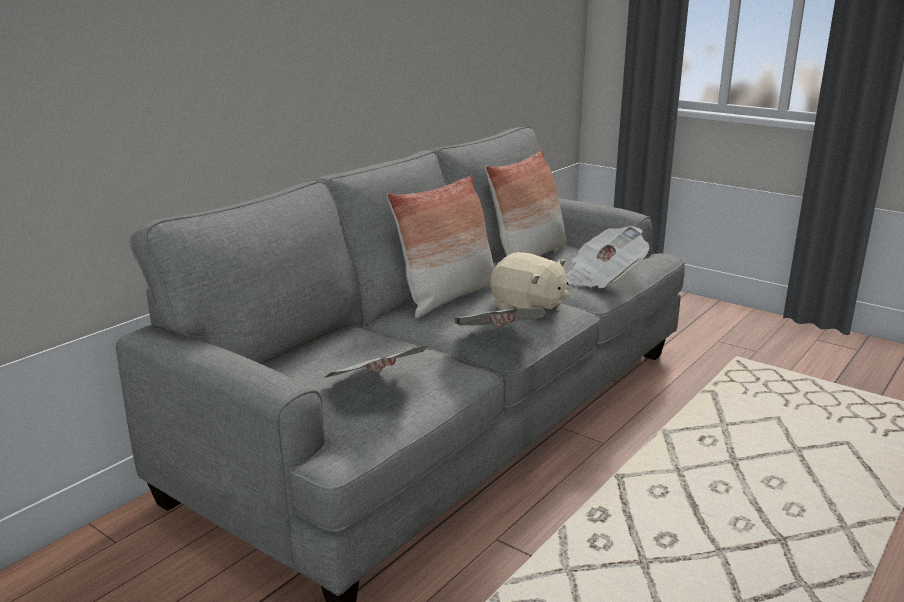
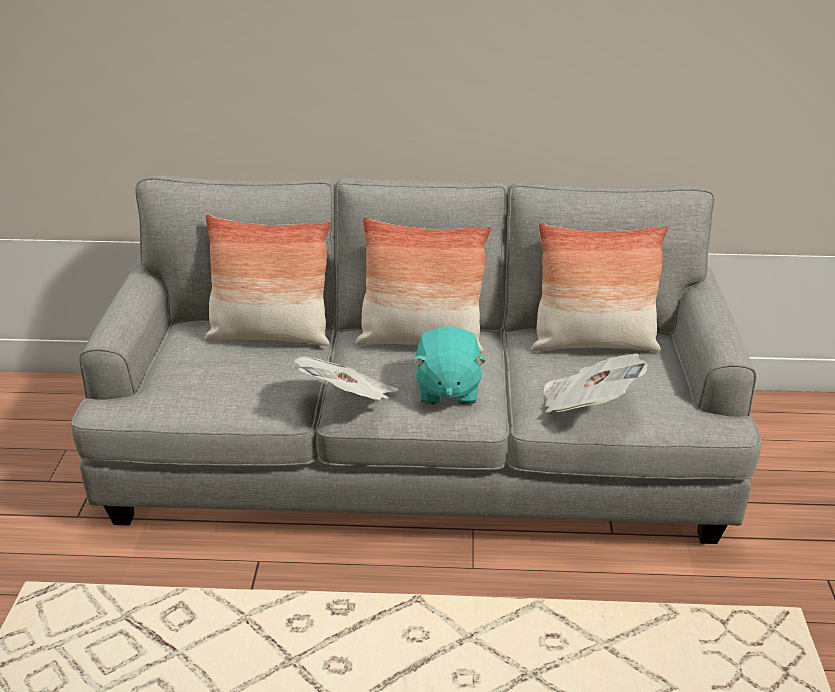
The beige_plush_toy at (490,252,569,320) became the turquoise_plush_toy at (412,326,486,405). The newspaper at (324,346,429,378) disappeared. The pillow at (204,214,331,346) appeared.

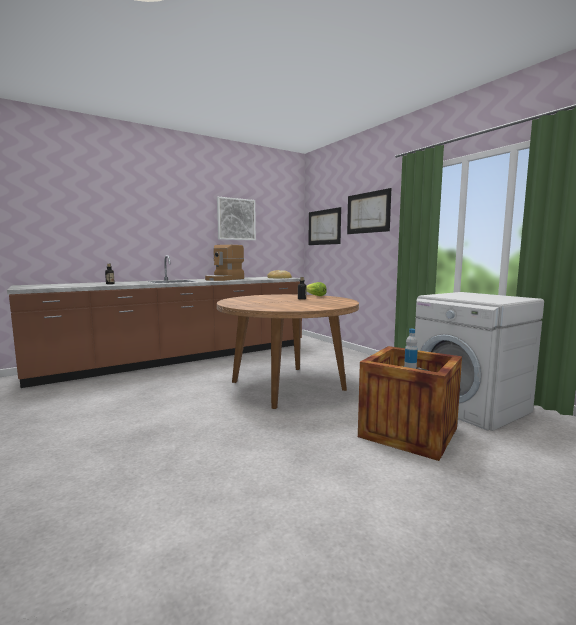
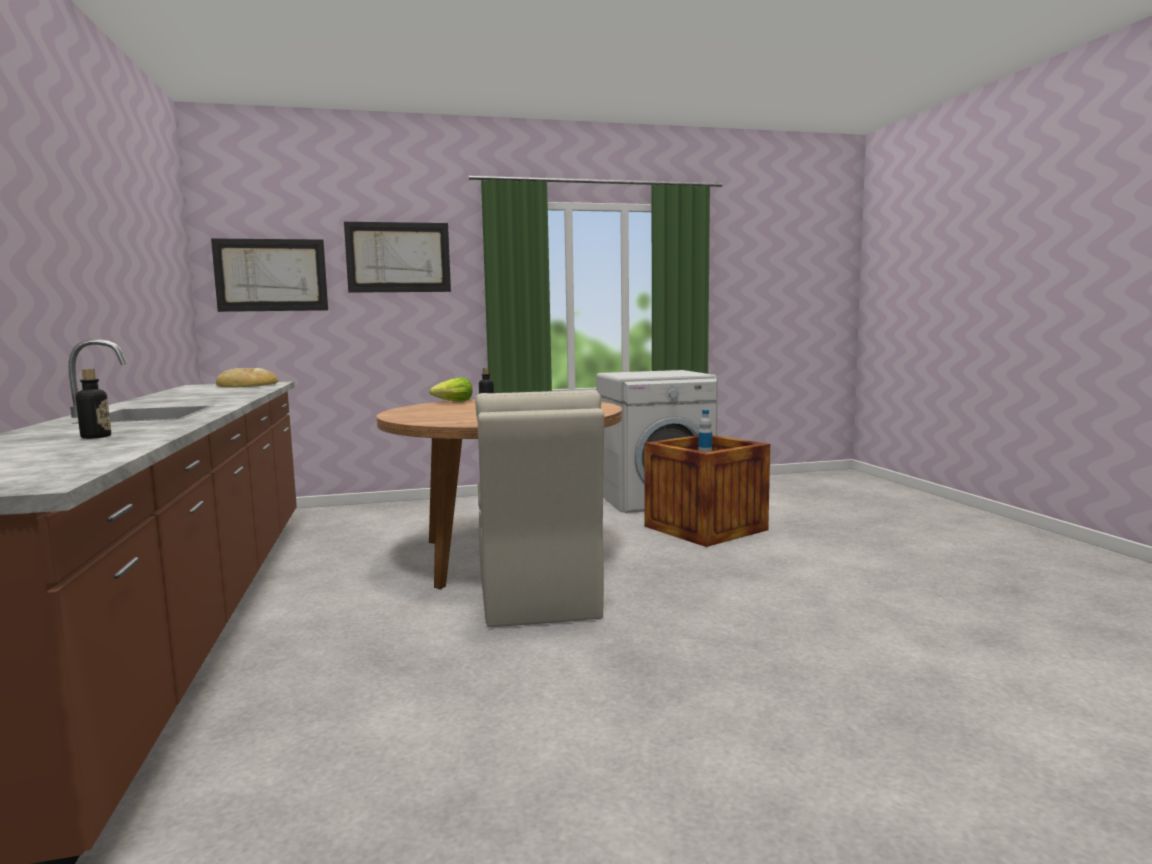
The picture at (217,197,256,240) disappeared. The coffee_machine at (205,245,244,281) disappeared. The beige_chair at (475,390,604,627) appeared.

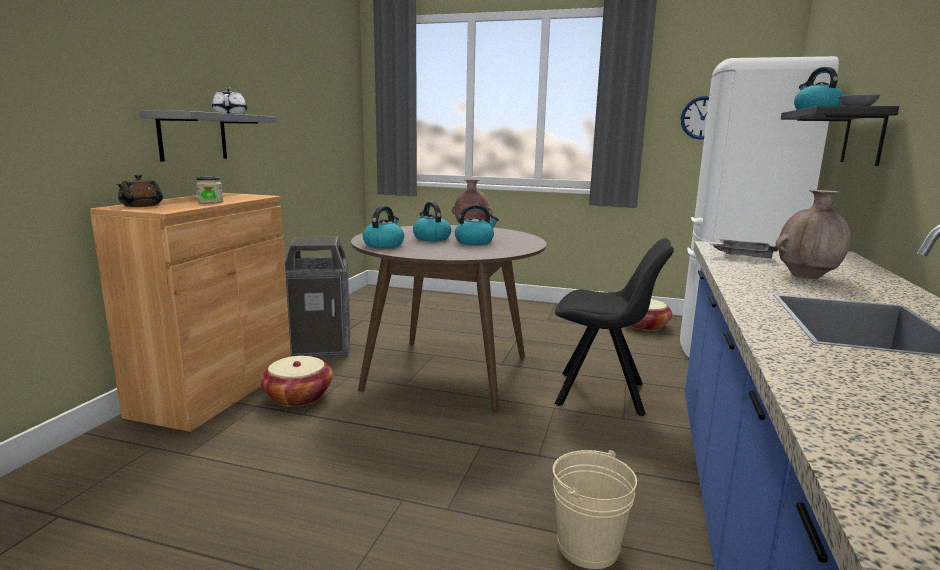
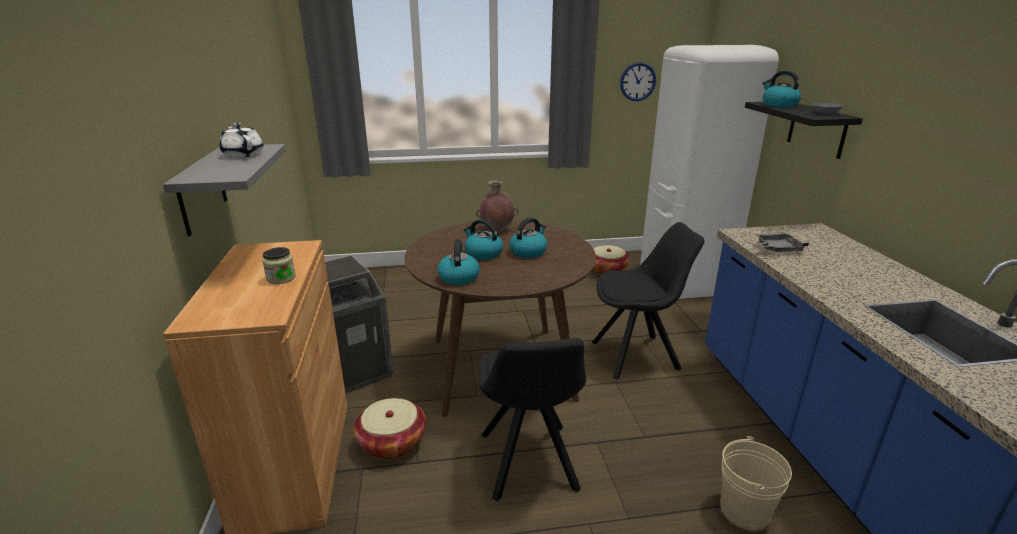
The brown_teapot at (116,175,163,207) disappeared. The brown_vase at (775,190,851,279) disappeared. The black_chair at (479,338,587,501) appeared.

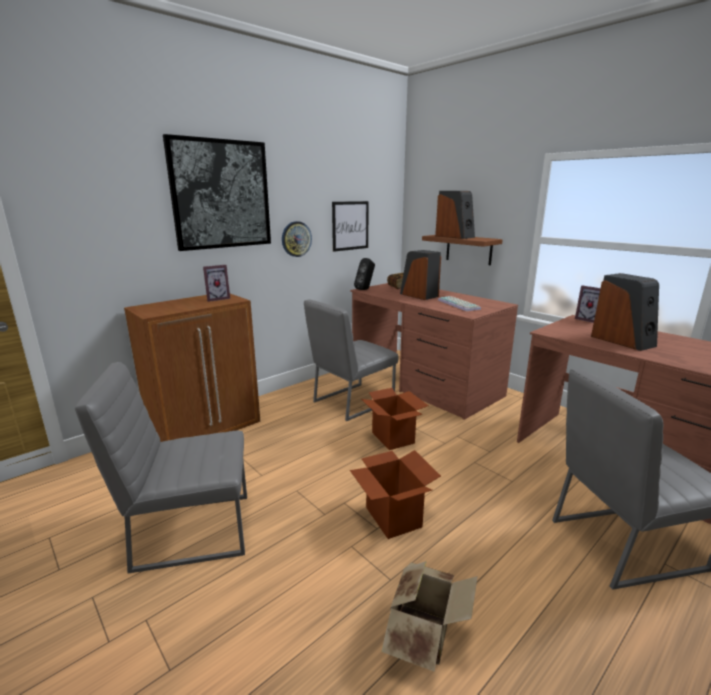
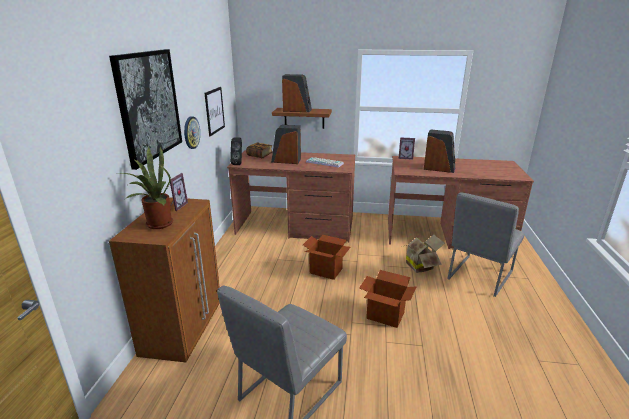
The grey_chair at (304,300,399,421) disappeared. The cardboard_box moved from (381,561,478,672) to (401,234,445,273). The potted_plant at (122,147,174,229) appeared.

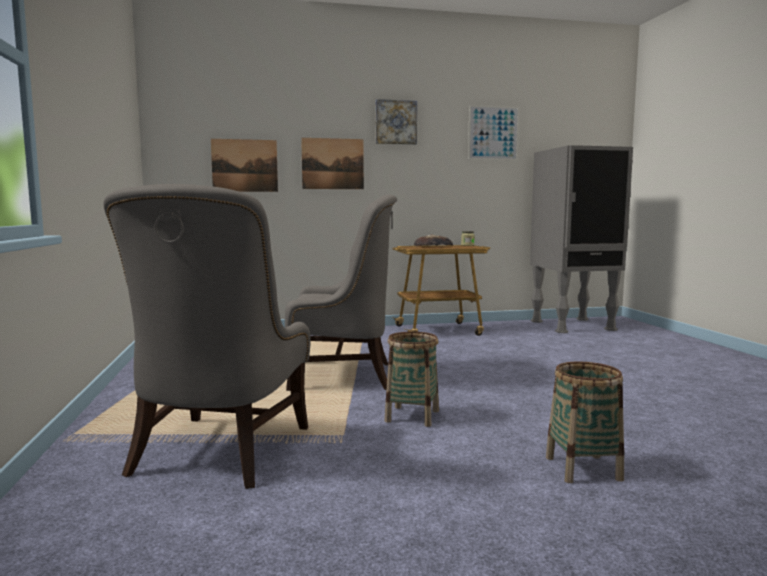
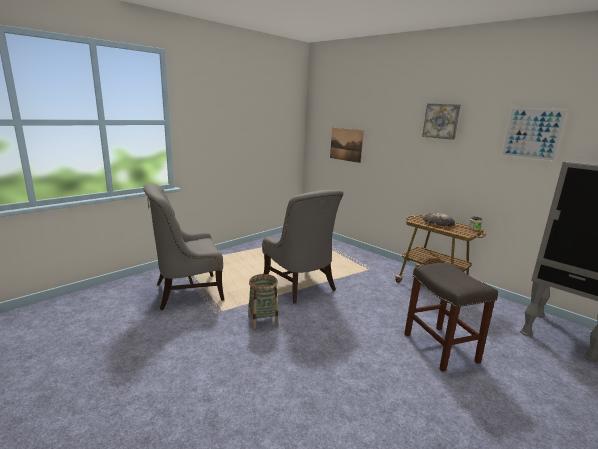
The picture at (301,138,364,189) disappeared. The basket at (546,362,624,483) disappeared. The grey_stool at (404,263,498,372) appeared.

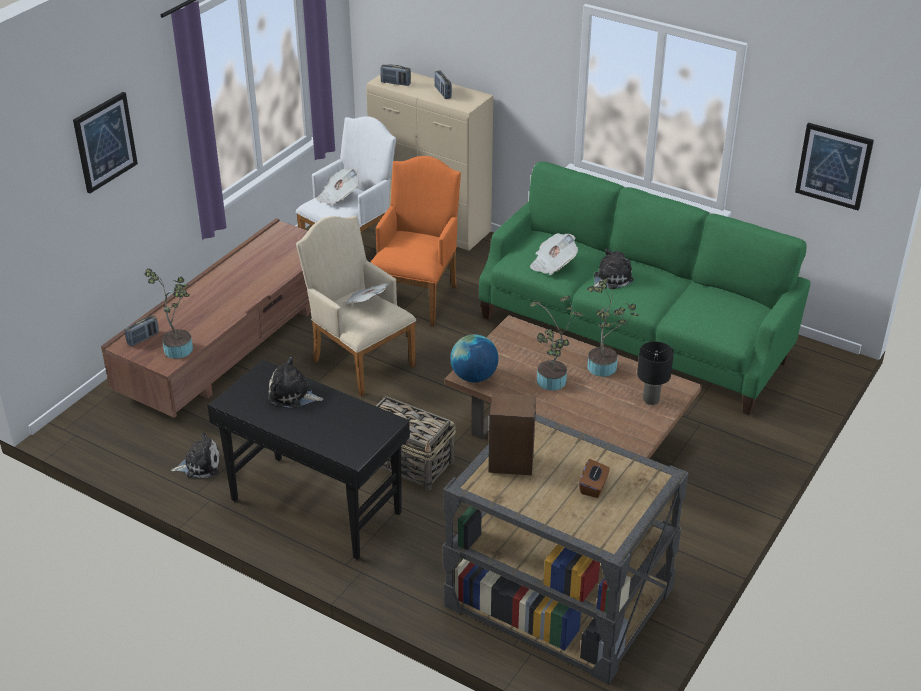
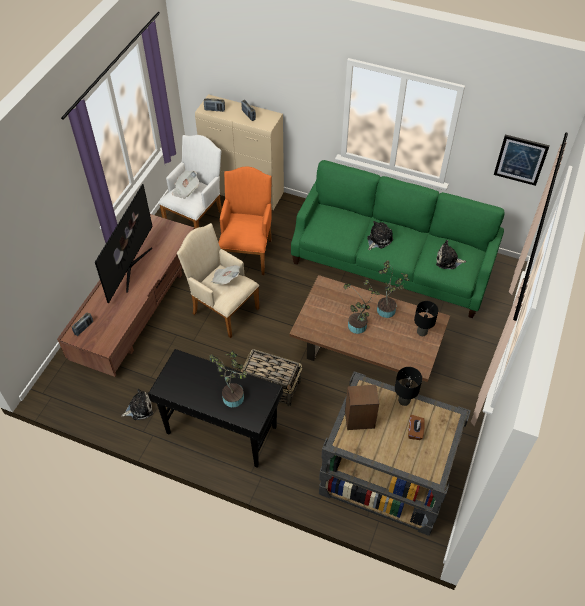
The picture at (73,92,138,193) disappeared. The newspaper at (530,233,578,275) disappeared. The potted_plant moved from (144,268,193,359) to (209,351,248,408). The globe at (450,334,499,383) disappeared. The plush_toy moved from (268,357,323,408) to (436,240,466,269). The television at (95,184,153,304) appeared. The black_table_lamp at (395,367,422,406) appeared.

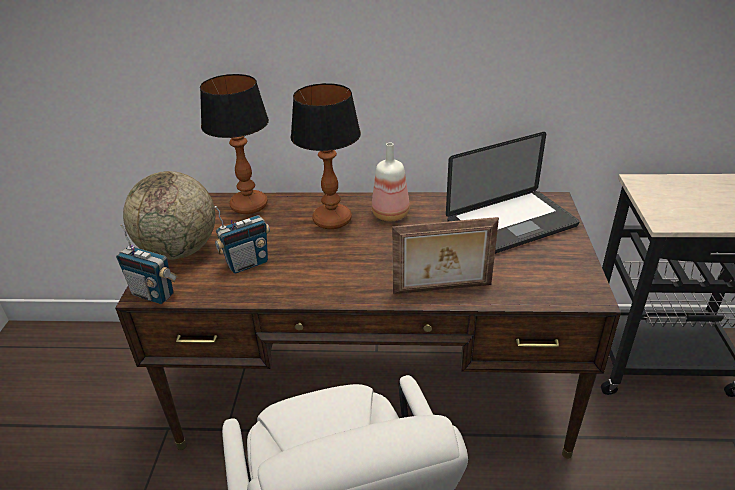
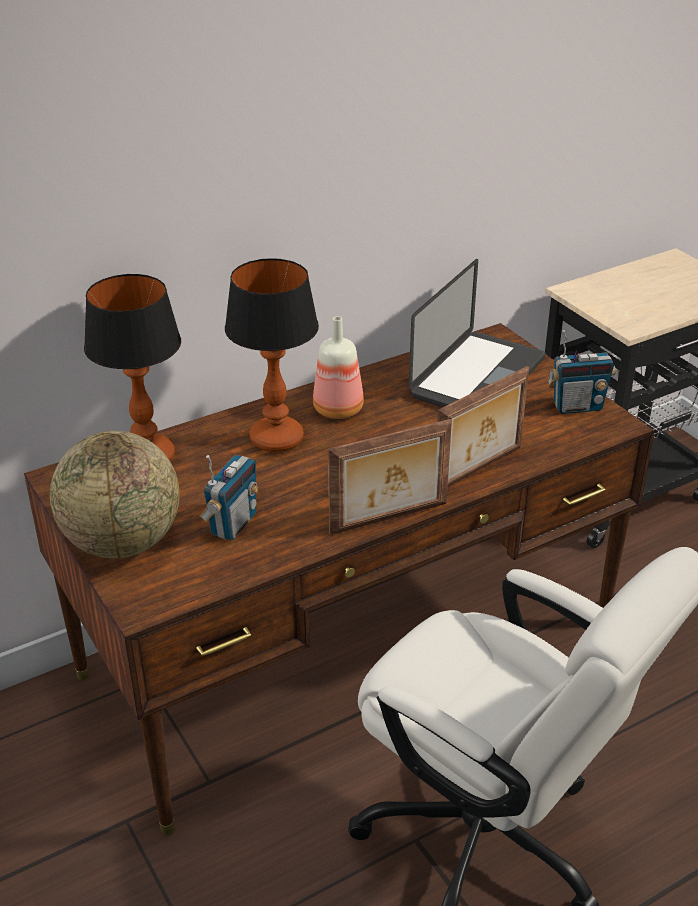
The radio moved from (116,224,178,304) to (548,330,616,414). The picture_frame at (328,419,452,535) appeared.

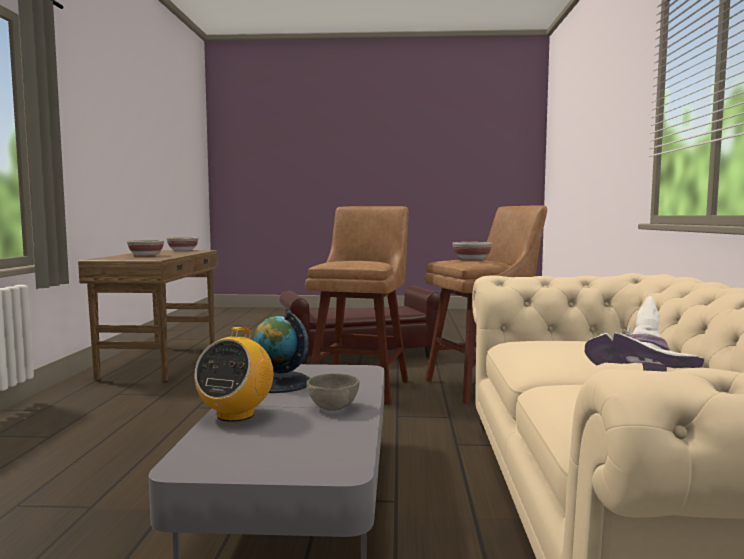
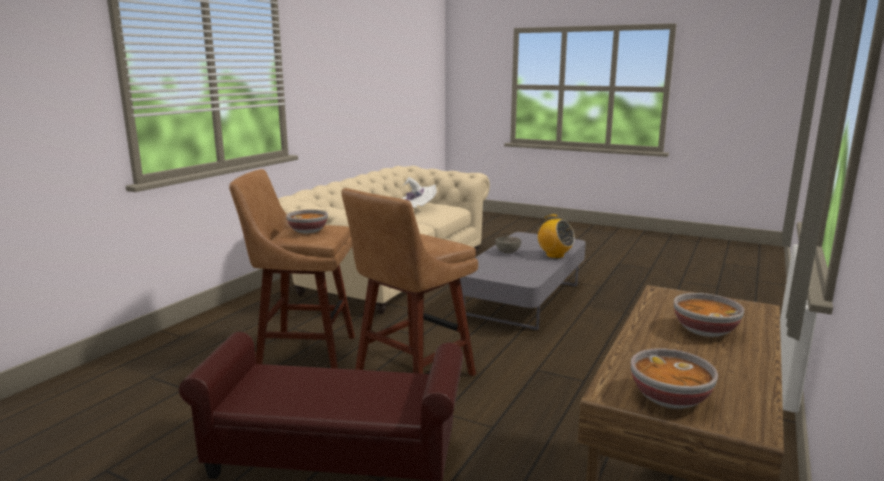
The globe at (253,311,310,393) disappeared. The radio at (195,327,273,422) turned 90 degrees clockwise.

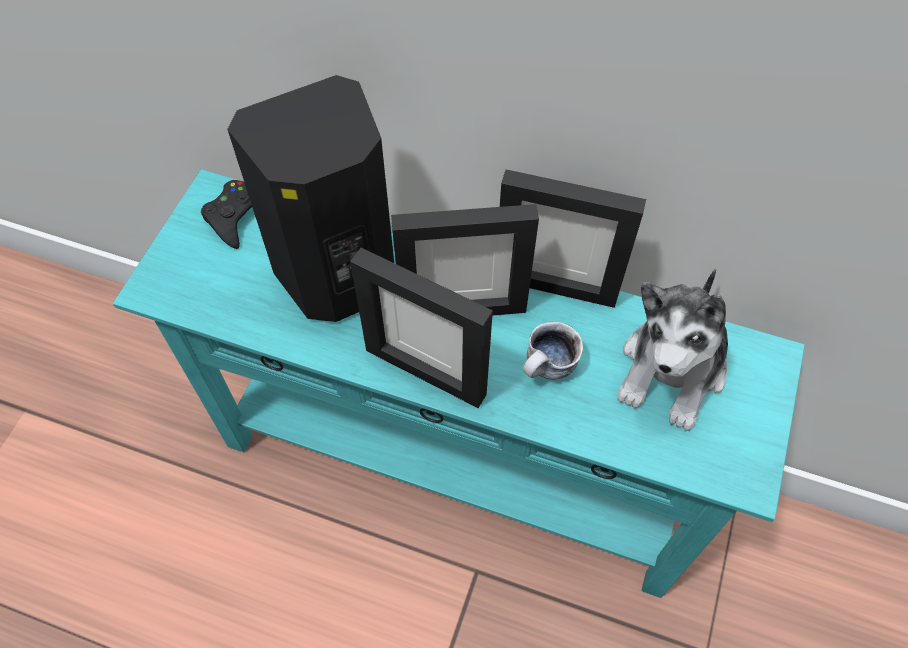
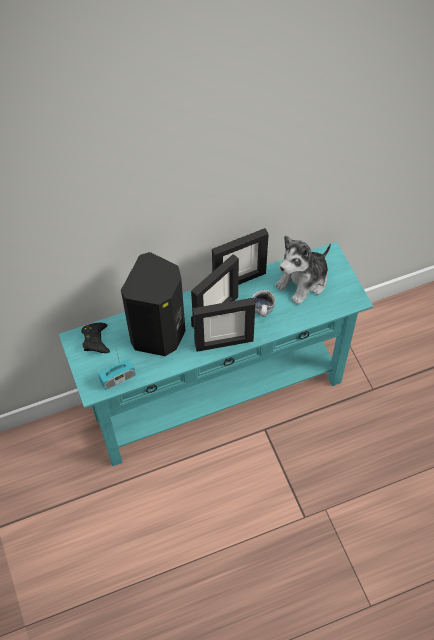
The plush_toy at (617,269,728,431) turned 60 degrees clockwise. The radio at (98,349,136,390) appeared.

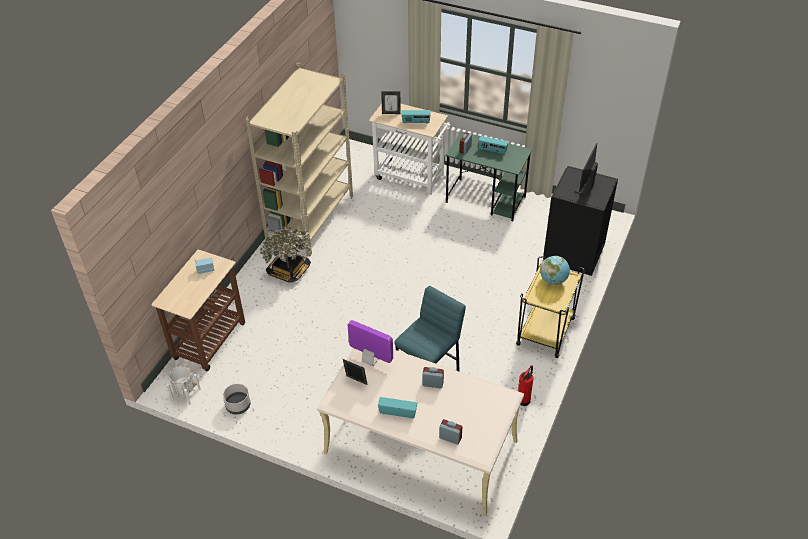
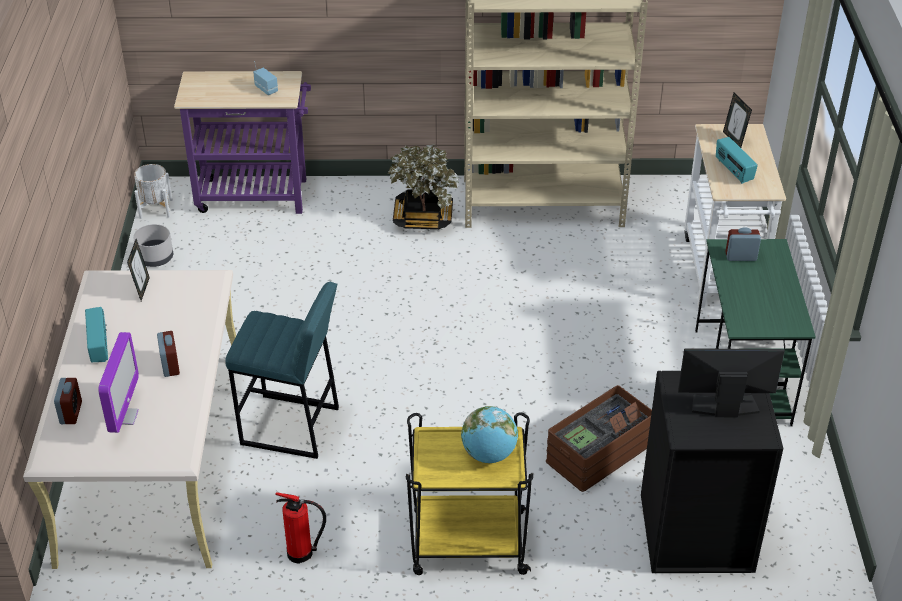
The radio at (479,136,508,154) disappeared. The brown_cart at (151,250,245,371) became the purple_cart at (174,71,311,214). The monitor moved from (348,320,393,366) to (98,332,139,433). The brown_storage_box at (546,385,652,492) appeared.

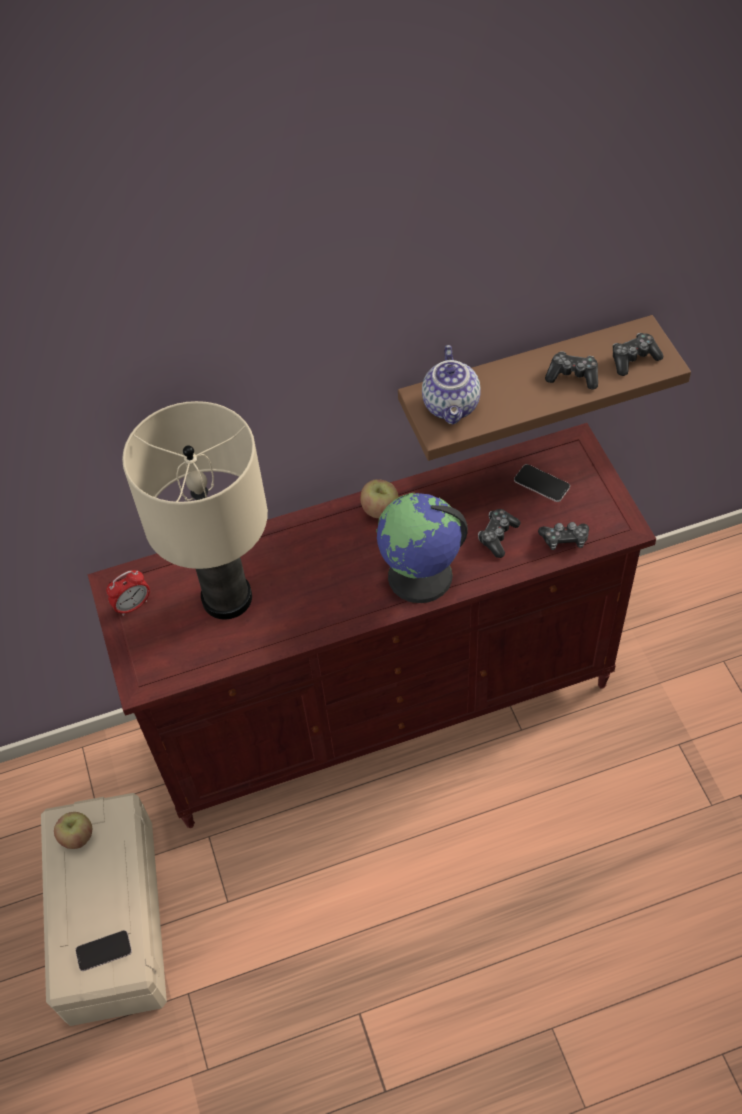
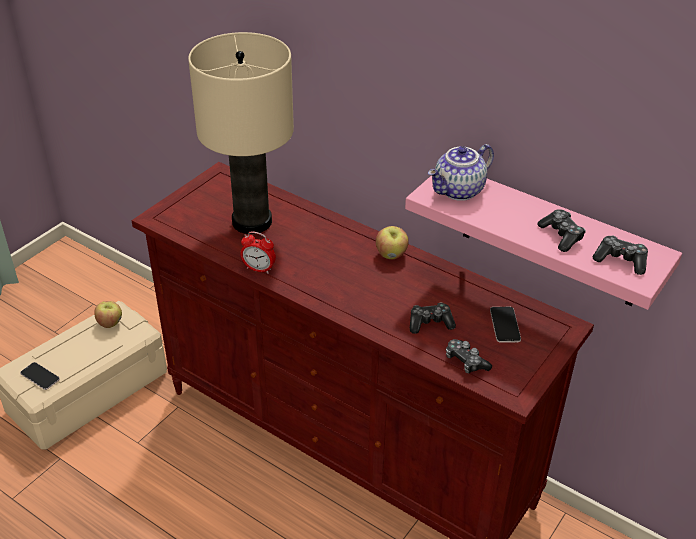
The brown_shelf at (398,315,691,461) became the pink_shelf at (405,175,682,310). The globe at (376,493,468,603) disappeared. The alarm_clock moved from (106,570,150,616) to (240,231,276,274).

